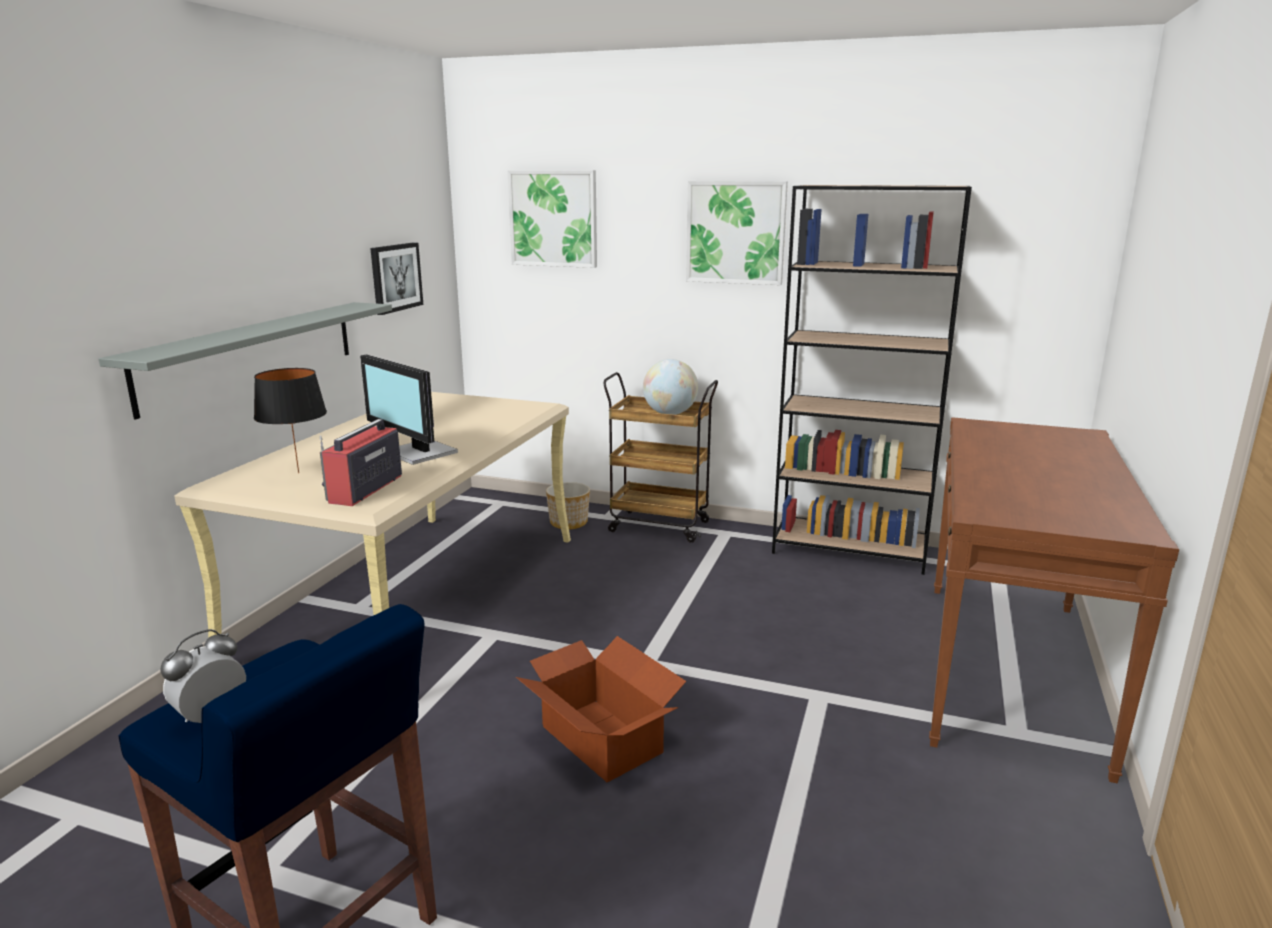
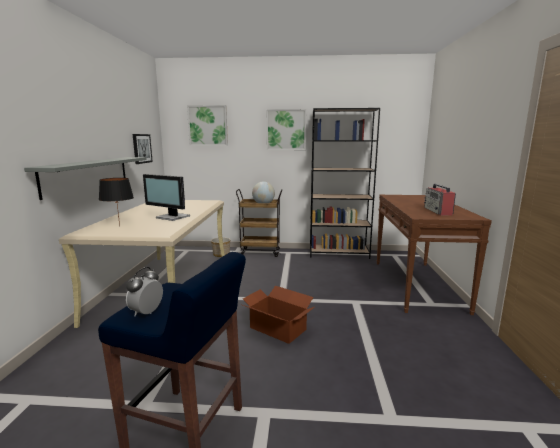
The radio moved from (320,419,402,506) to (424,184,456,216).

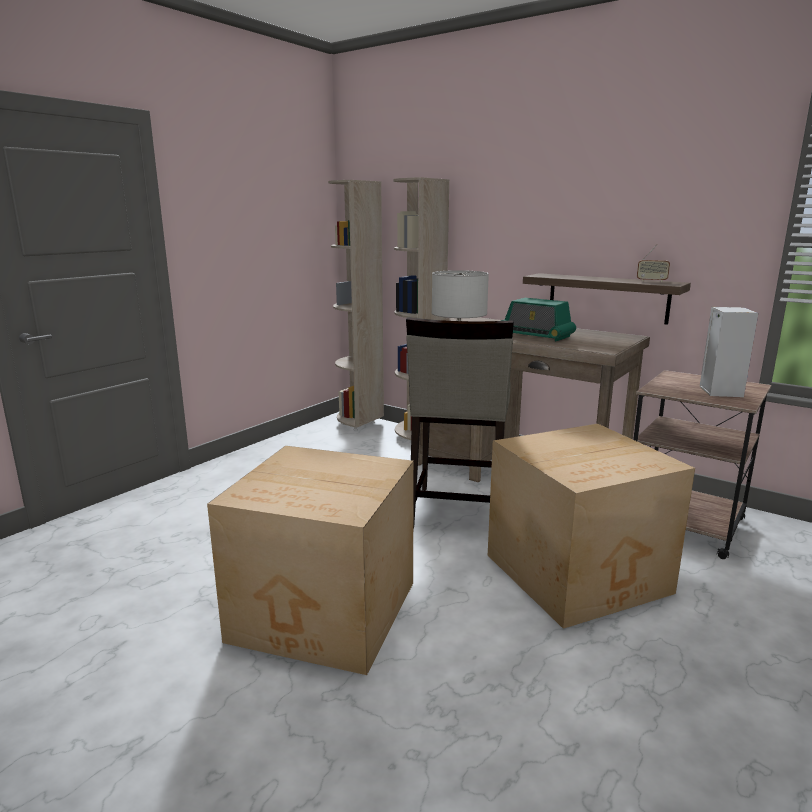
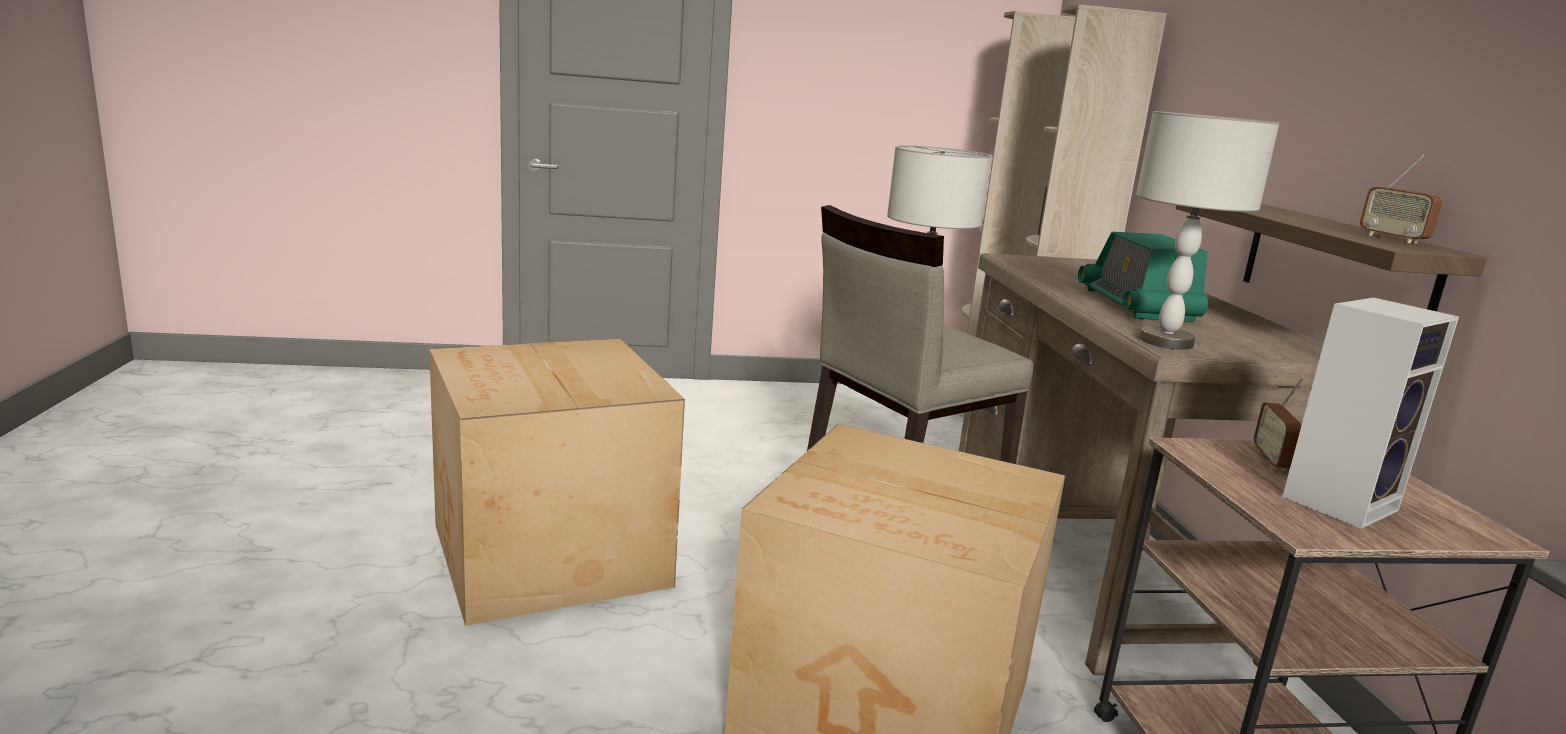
The grey_table_lamp at (1136,111,1280,350) appeared. The radio at (1254,377,1304,471) appeared.

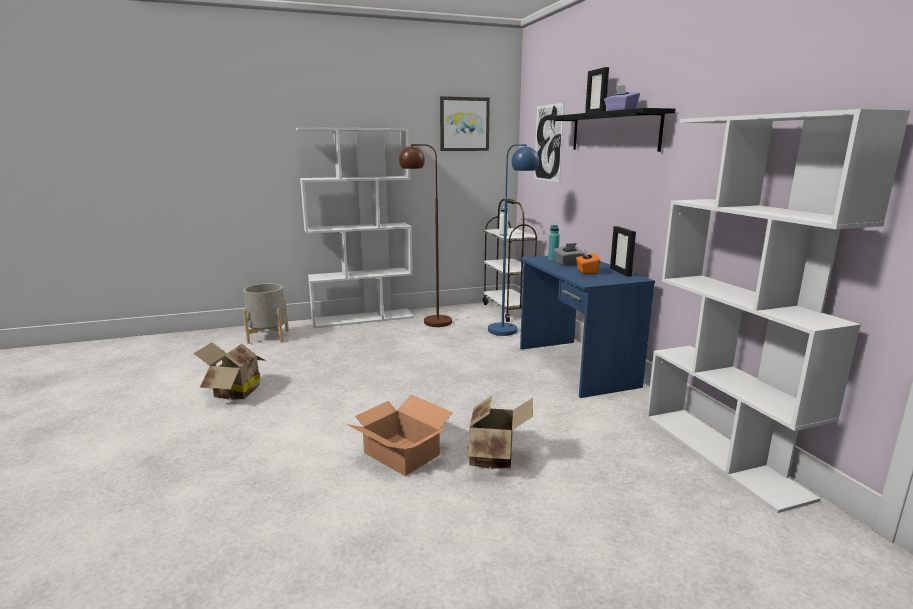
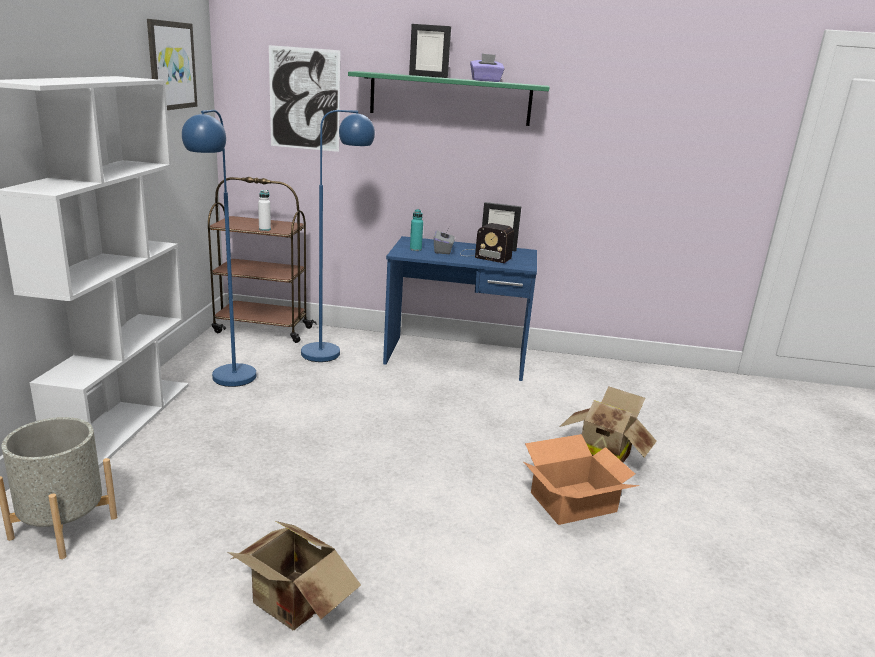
The black_shelf at (544,108,675,152) became the green_shelf at (348,71,549,126). The white_bookcase at (646,109,910,513) disappeared. The brown_floor_lamp at (399,144,452,327) became the blue_floor_lamp at (182,110,256,387). The white_cart at (483,199,538,322) became the brown_cart at (208,177,317,343). The orange_tissue_box at (576,250,600,274) was replaced by the radio at (460,223,514,263).

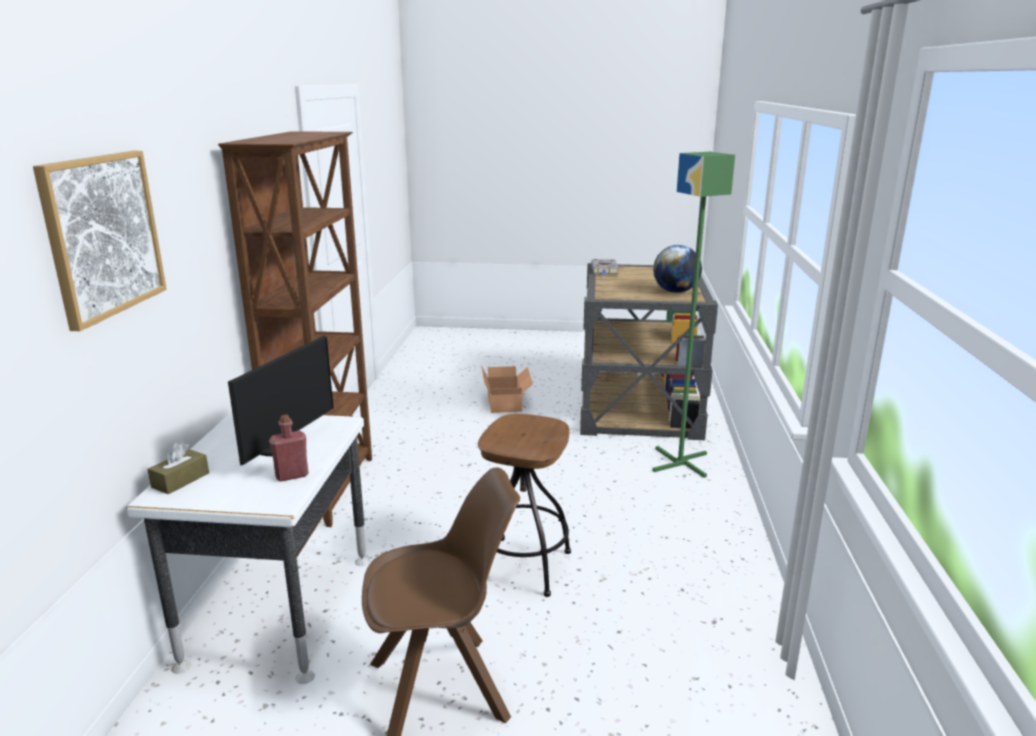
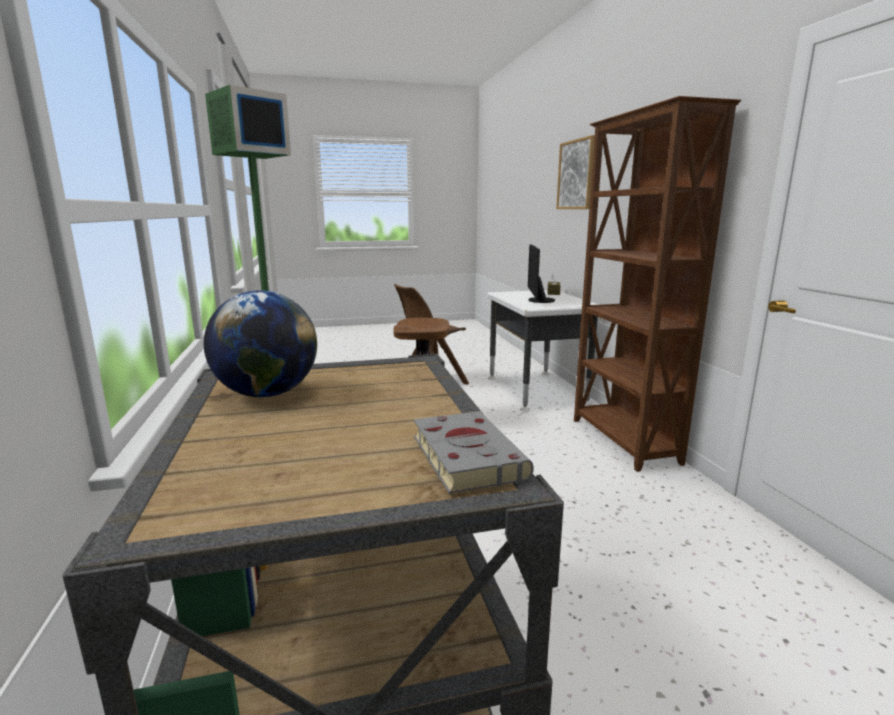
The cardboard_box at (482,366,533,413) disappeared. The red_bottle at (269,414,309,481) disappeared.

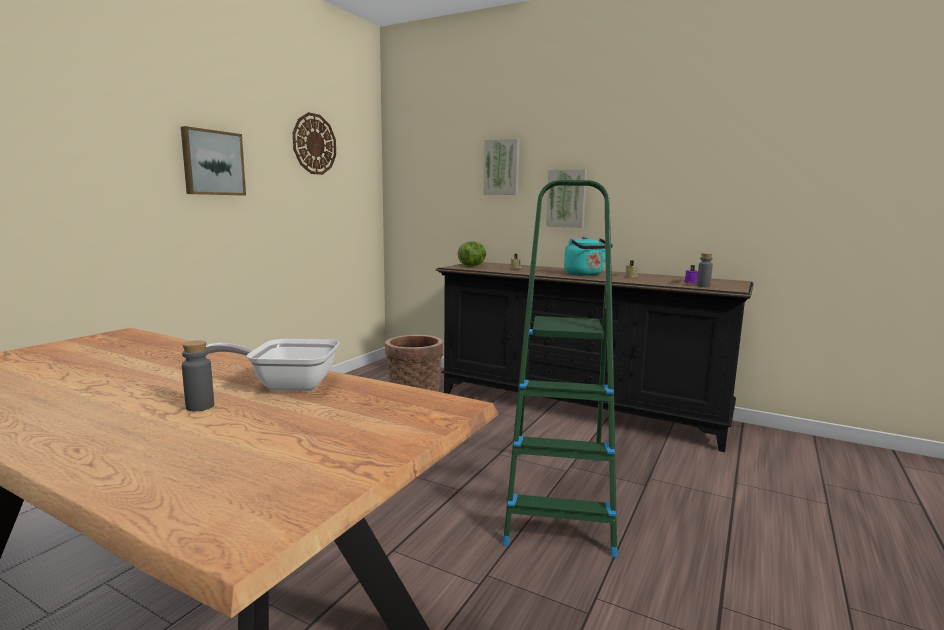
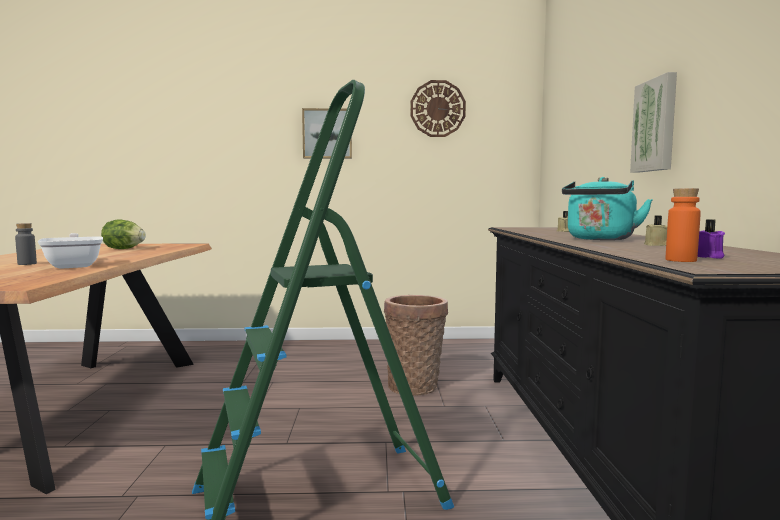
The picture at (483,138,520,195) disappeared. The lettuce moved from (458,241,486,266) to (101,220,146,249). The grey_bottle at (697,253,713,287) became the orange_bottle at (666,188,701,262).

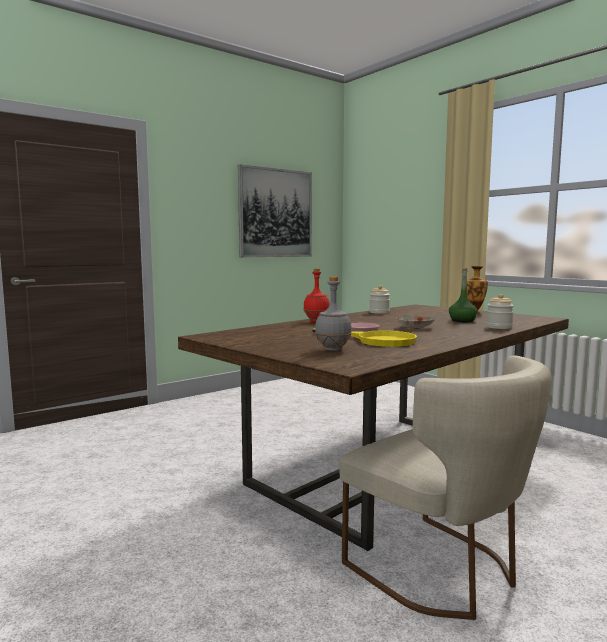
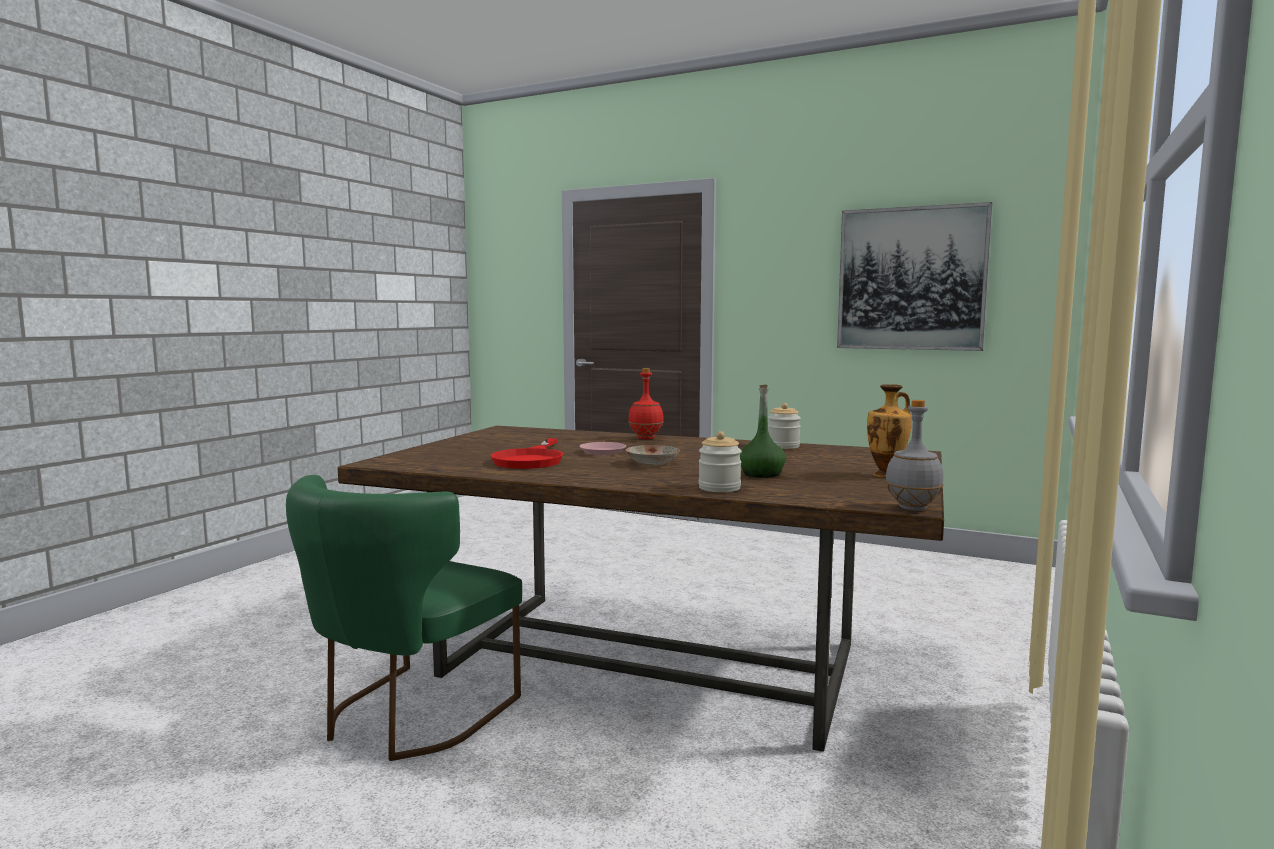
The grey_bottle moved from (315,277,352,351) to (885,400,944,511). The yellow_frying_pan at (312,329,417,347) became the red_frying_pan at (490,438,563,469). The beige_chair at (339,355,552,620) became the green_chair at (286,475,522,761).

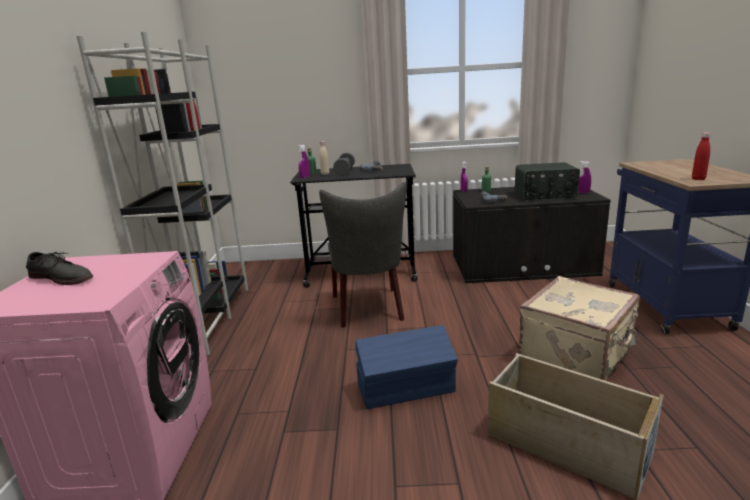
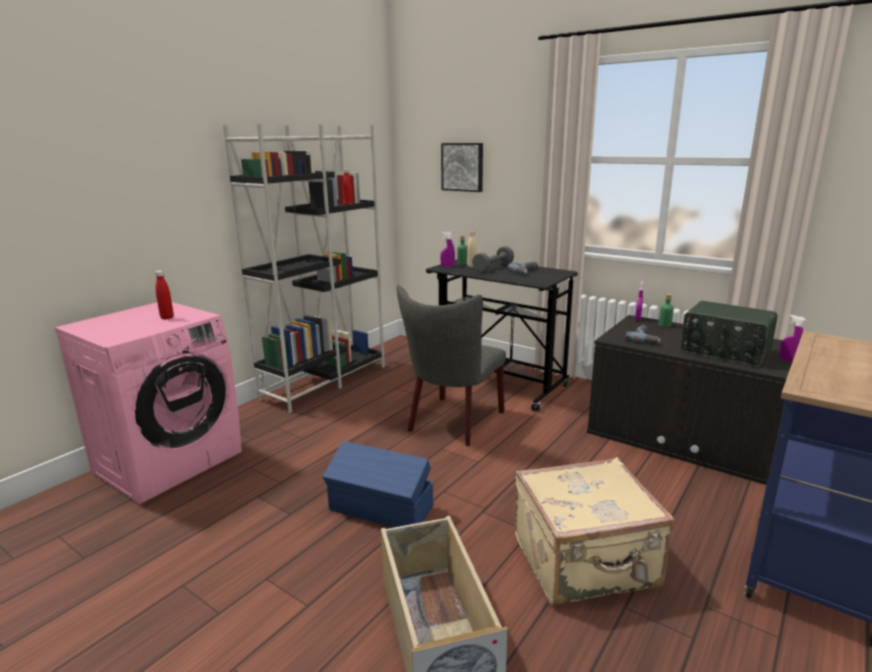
The red_bottle moved from (692,132,711,180) to (155,271,174,319). The grey_shoe at (26,252,93,285) disappeared. The picture at (441,143,483,192) appeared.

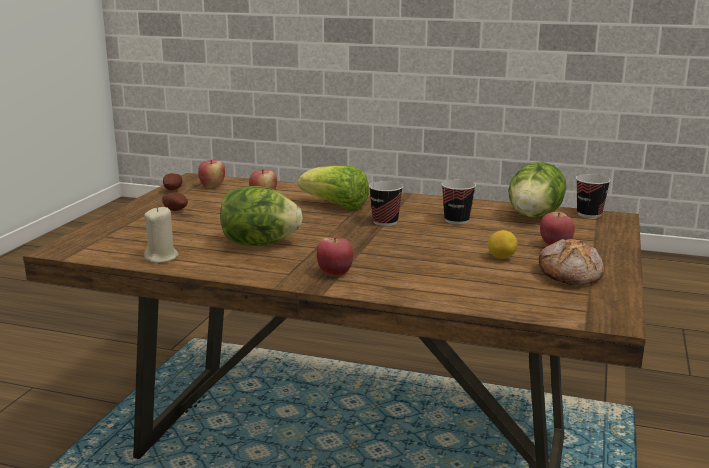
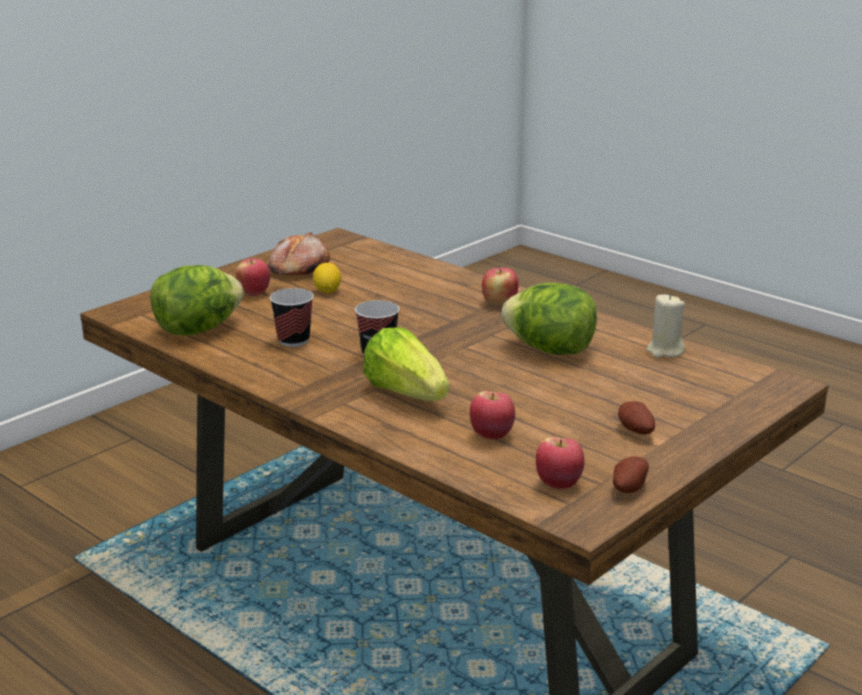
The cup at (576,174,611,218) disappeared.

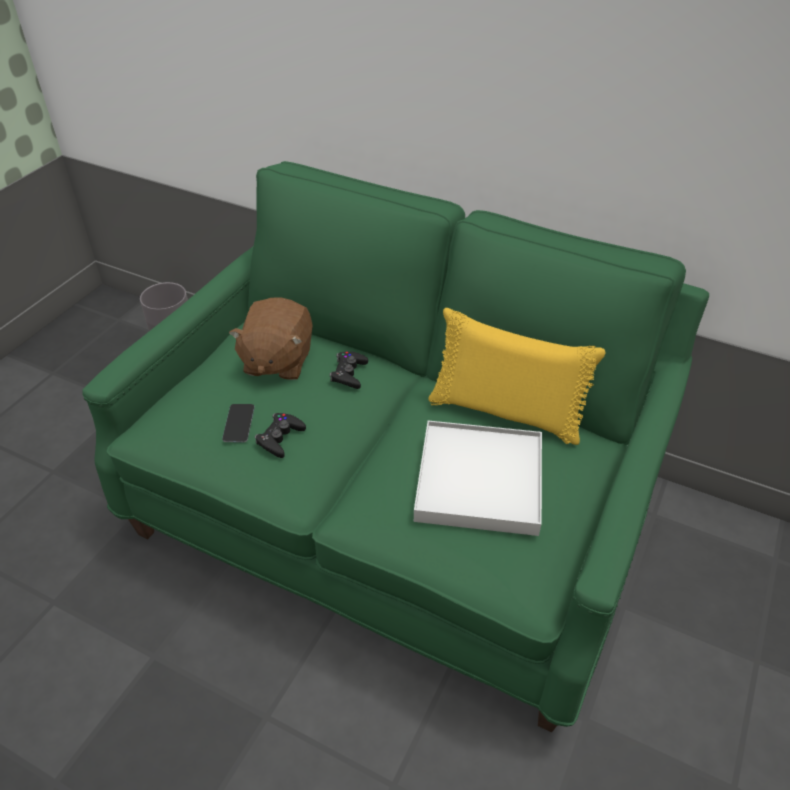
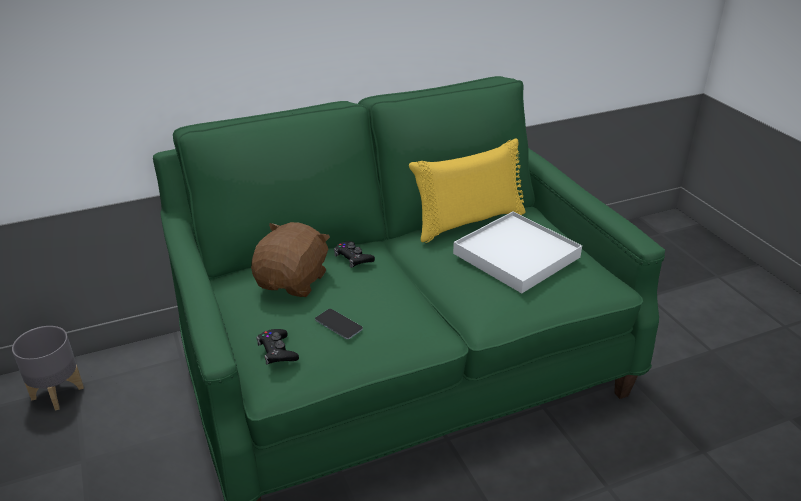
The brown_plush_toy at (229,297,313,380) turned 120 degrees counterclockwise. The black_game_controller moved from (255,413,306,458) to (256,329,299,365).

